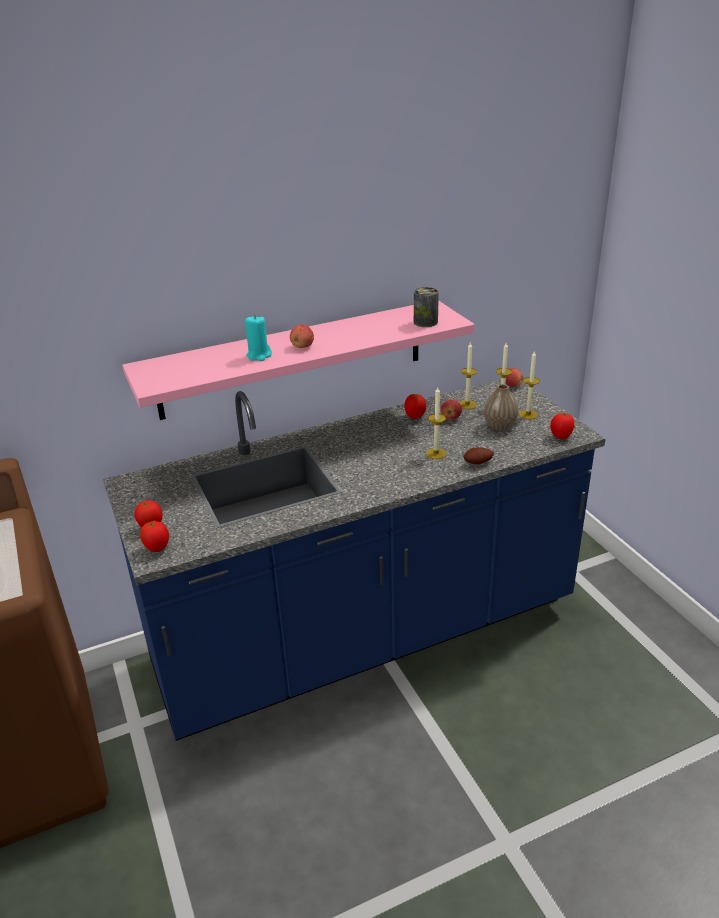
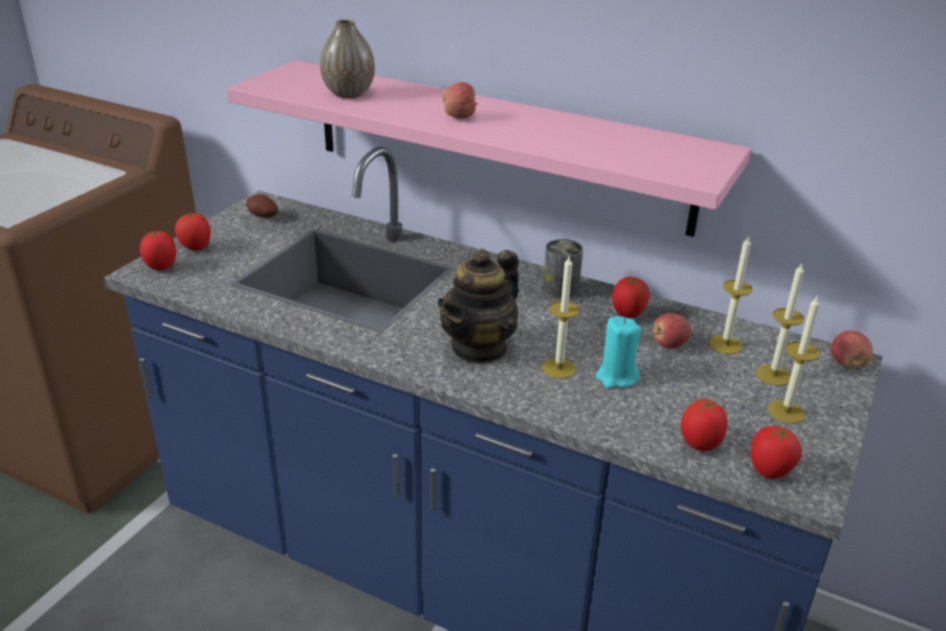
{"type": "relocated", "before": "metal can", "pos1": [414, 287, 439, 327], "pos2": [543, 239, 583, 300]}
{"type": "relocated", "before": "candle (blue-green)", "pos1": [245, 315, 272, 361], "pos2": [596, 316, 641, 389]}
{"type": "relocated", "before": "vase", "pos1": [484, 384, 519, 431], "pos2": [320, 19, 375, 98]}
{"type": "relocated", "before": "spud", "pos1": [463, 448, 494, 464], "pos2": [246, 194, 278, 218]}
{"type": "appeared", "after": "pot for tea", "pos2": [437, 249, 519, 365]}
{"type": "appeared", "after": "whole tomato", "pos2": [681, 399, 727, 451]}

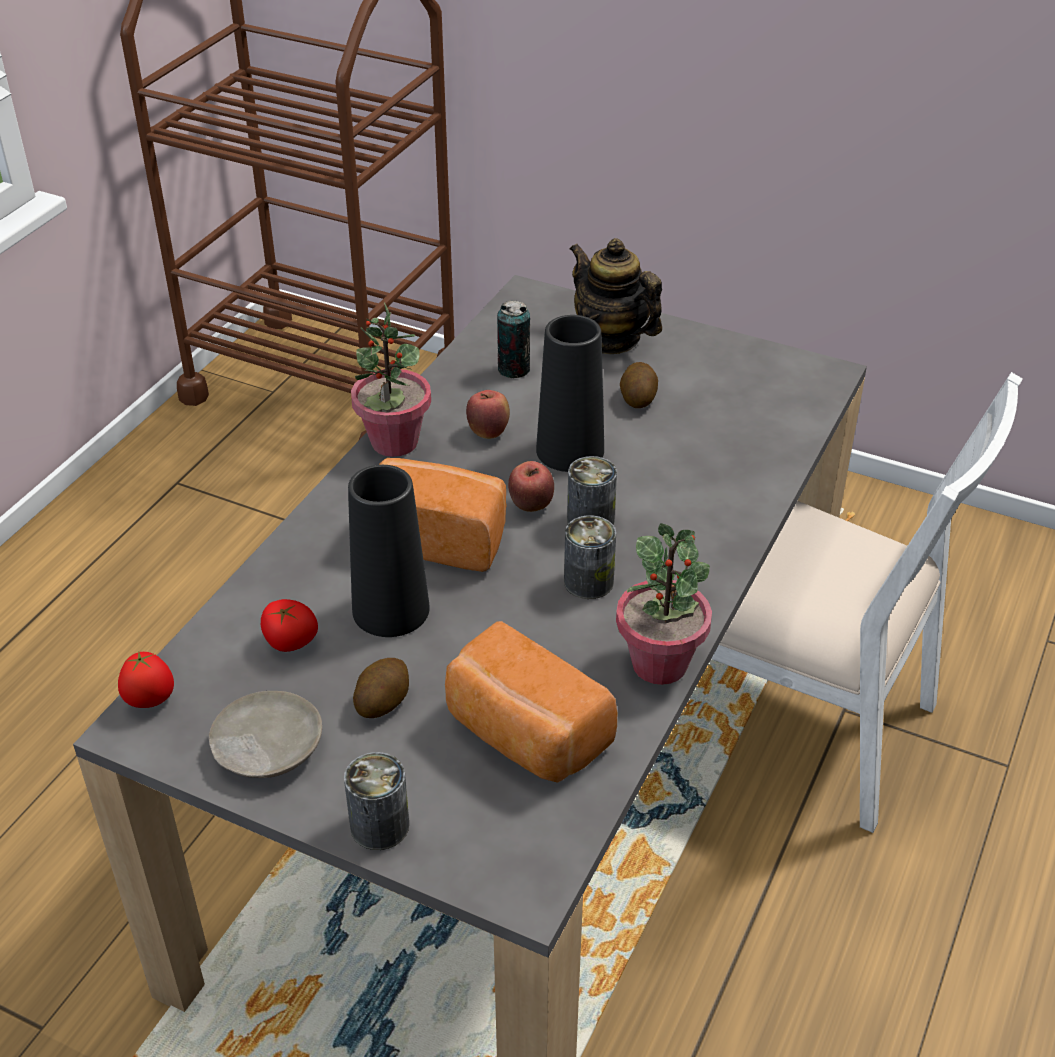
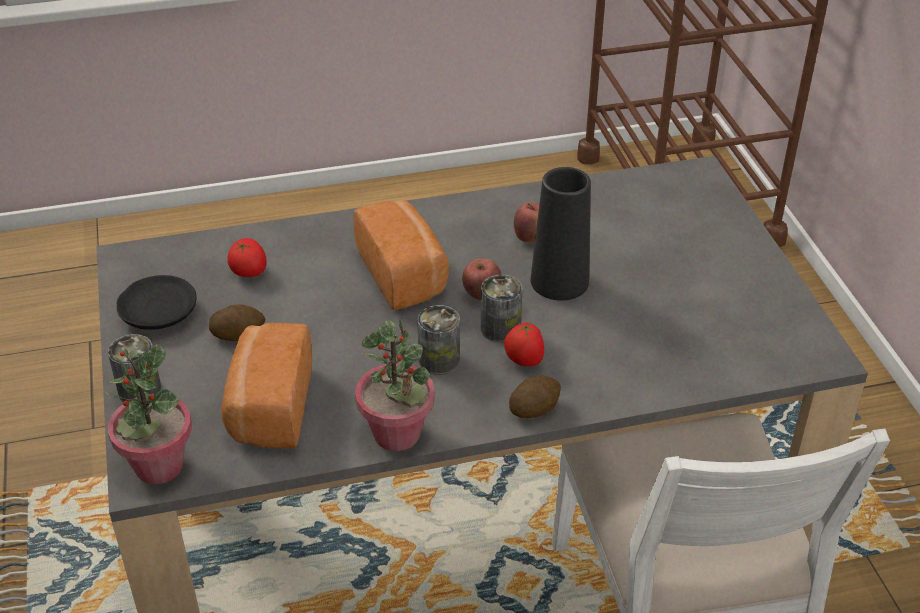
{"type": "missing", "before": "pot for tea", "pos1": [570, 238, 662, 354]}
{"type": "missing", "before": "metal can", "pos1": [497, 301, 530, 378]}
{"type": "relocated", "before": "houseplant", "pos1": [351, 303, 431, 457], "pos2": [103, 344, 192, 484]}
{"type": "relocated", "before": "spud", "pos1": [620, 362, 658, 408], "pos2": [509, 376, 561, 418]}
{"type": "missing", "before": "vase (black)", "pos1": [348, 465, 430, 637]}
{"type": "relocated", "before": "whole tomato", "pos1": [118, 651, 174, 708], "pos2": [504, 323, 544, 367]}
{"type": "colour", "before": "plate (beige)", "after": "plate (black)", "pos1": [209, 691, 322, 778], "pos2": [116, 275, 196, 330]}

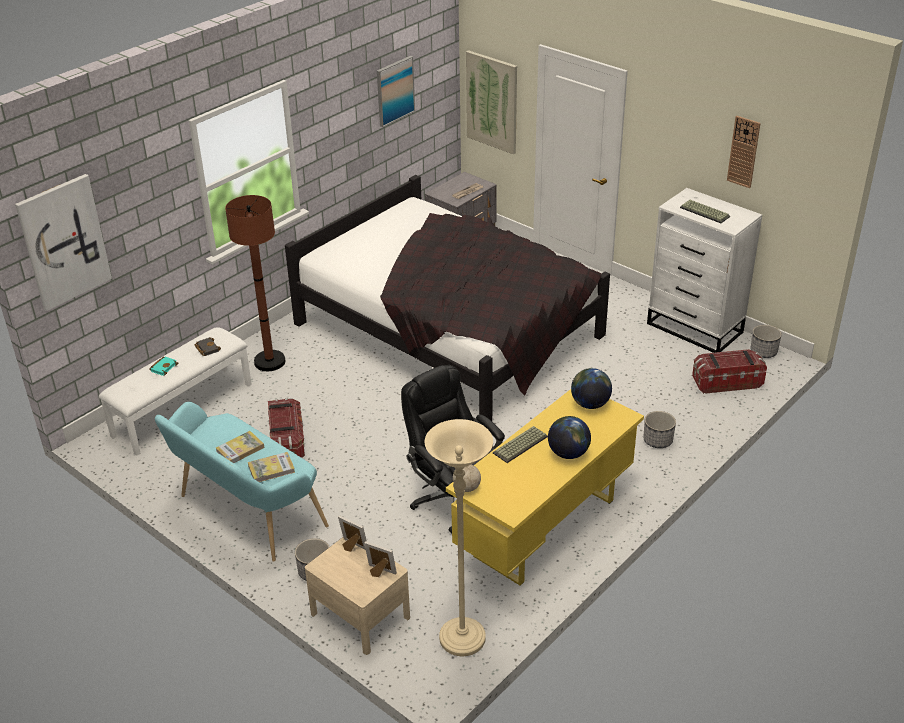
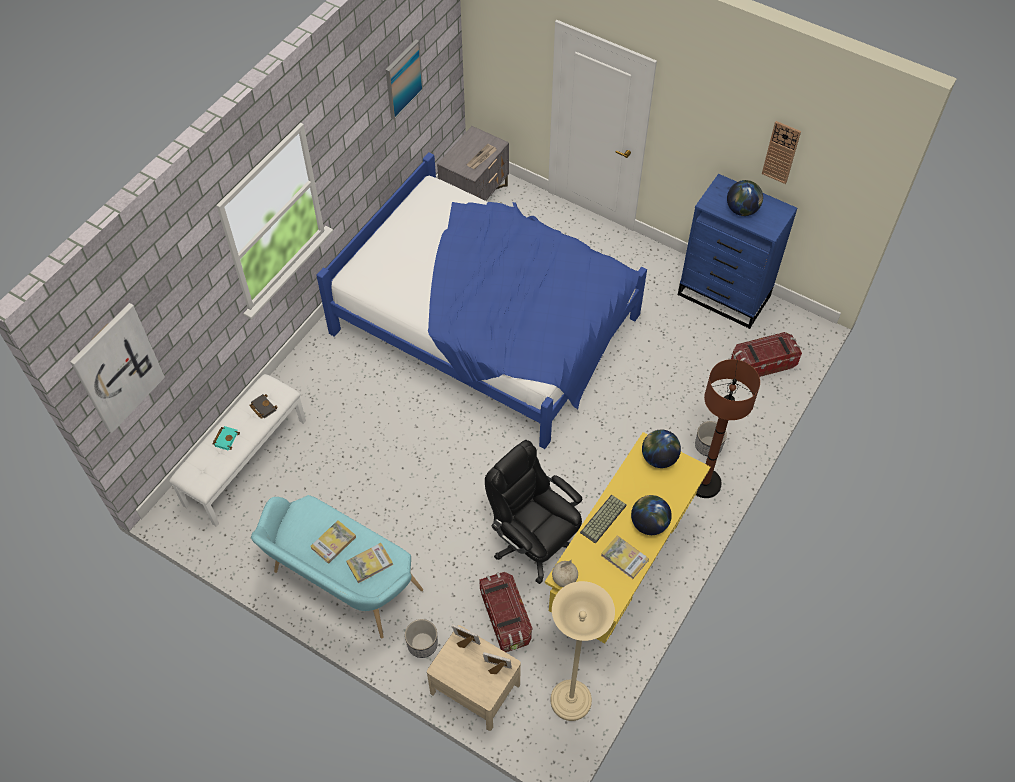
{"type": "missing", "before": "wall art", "pos1": [466, 50, 517, 154]}
{"type": "colour", "before": "bed (black)", "after": "bed (bluish)", "pos1": [285, 175, 610, 421], "pos2": [316, 152, 647, 449]}
{"type": "colour", "before": "dresser (white)", "after": "dresser (bluish)", "pos1": [647, 188, 762, 353], "pos2": [678, 174, 797, 329]}
{"type": "relocated", "before": "floor lamp (brown)", "pos1": [225, 195, 286, 371], "pos2": [696, 359, 760, 498]}
{"type": "exchanged", "before": "keyboard", "after": "world globe", "pos1": [680, 200, 730, 223], "pos2": [727, 180, 763, 216]}
{"type": "missing", "before": "plant pot", "pos1": [750, 325, 782, 358]}
{"type": "relocated", "before": "storage bin", "pos1": [268, 398, 305, 458], "pos2": [479, 572, 532, 652]}
{"type": "appeared", "after": "book", "pos2": [601, 535, 649, 579]}

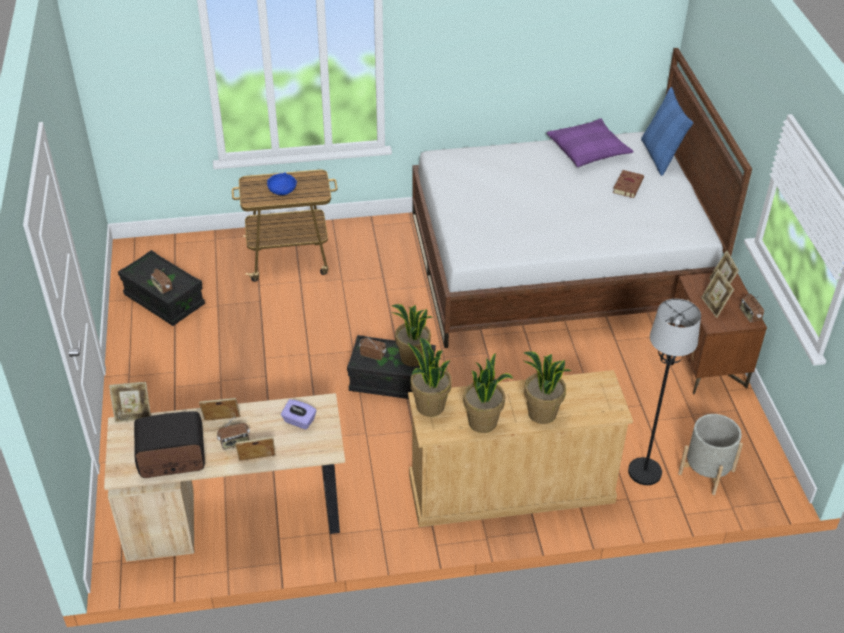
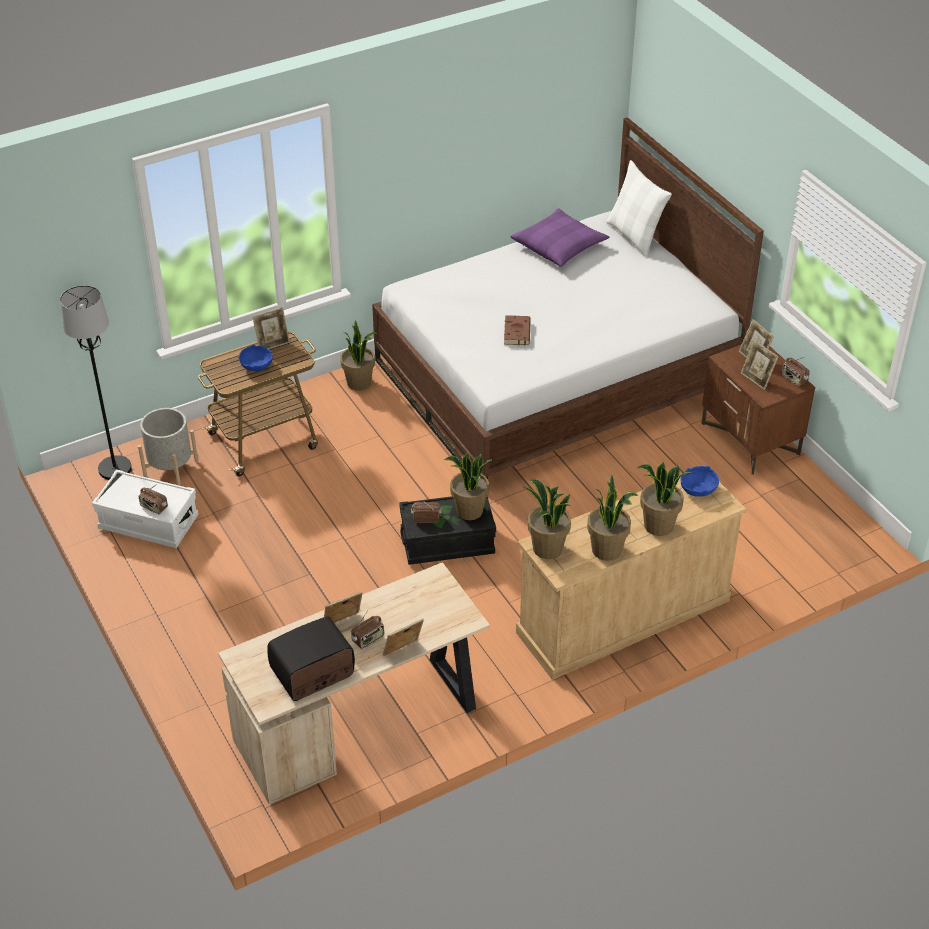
{"type": "colour", "before": "throw pillow (bluish)", "after": "throw pillow (white)", "pos1": [641, 87, 694, 176], "pos2": [607, 160, 672, 256]}
{"type": "relocated", "before": "book (brown)", "pos1": [613, 170, 644, 198], "pos2": [504, 315, 531, 345]}
{"type": "colour", "before": "storage bin (black)", "after": "storage bin (white)", "pos1": [118, 250, 205, 326], "pos2": [92, 469, 198, 548]}
{"type": "relocated", "before": "floor lamp (black)", "pos1": [628, 299, 701, 485], "pos2": [60, 285, 132, 480]}
{"type": "relocated", "before": "photo frame", "pos1": [109, 382, 151, 423], "pos2": [252, 307, 290, 349]}
{"type": "missing", "before": "box of tissues (purple-coloured)", "pos1": [281, 399, 316, 430]}
{"type": "relocated", "before": "plant pot (gray)", "pos1": [678, 414, 743, 495], "pos2": [138, 408, 198, 486]}
{"type": "appeared", "after": "houseplant", "pos2": [340, 320, 377, 390]}
{"type": "appeared", "after": "serving bowl (bluish)", "pos2": [680, 466, 719, 497]}

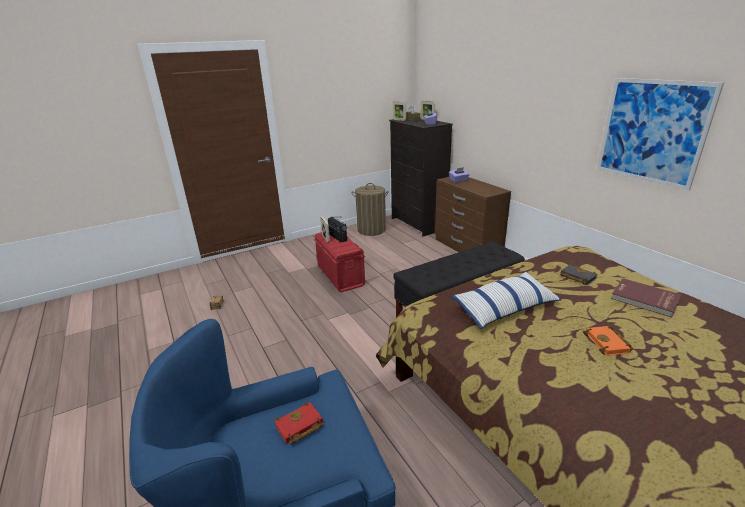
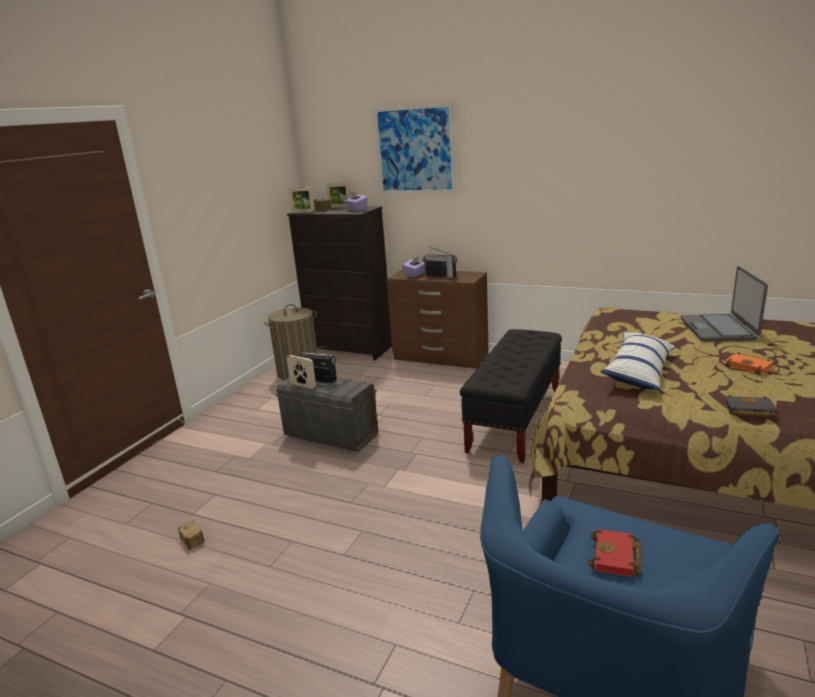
{"type": "relocated", "before": "wall art", "pos1": [597, 78, 724, 190], "pos2": [374, 103, 456, 194]}
{"type": "colour", "before": "storage bin (red-coloured)", "after": "storage bin (gray)", "pos1": [314, 232, 365, 292], "pos2": [275, 377, 378, 452]}
{"type": "relocated", "before": "book (black)", "pos1": [560, 264, 598, 285], "pos2": [724, 395, 777, 418]}
{"type": "exchanged", "before": "book (red-coloured)", "after": "laptop", "pos1": [611, 278, 681, 318], "pos2": [680, 266, 768, 341]}
{"type": "appeared", "after": "radio", "pos2": [422, 246, 457, 279]}

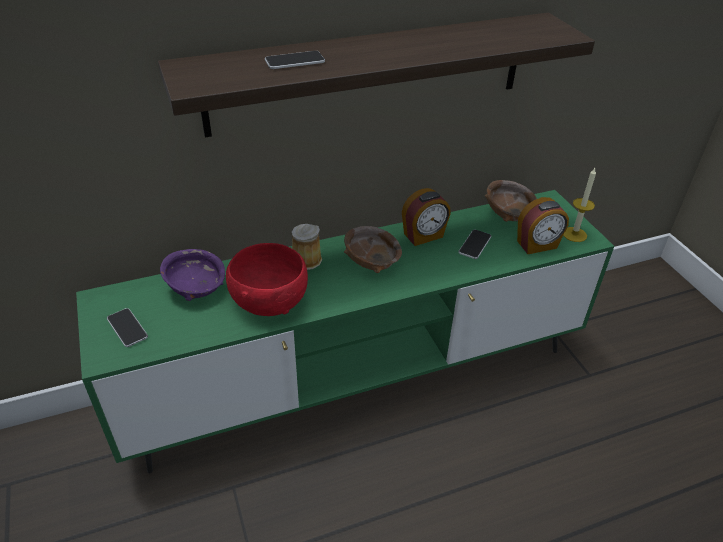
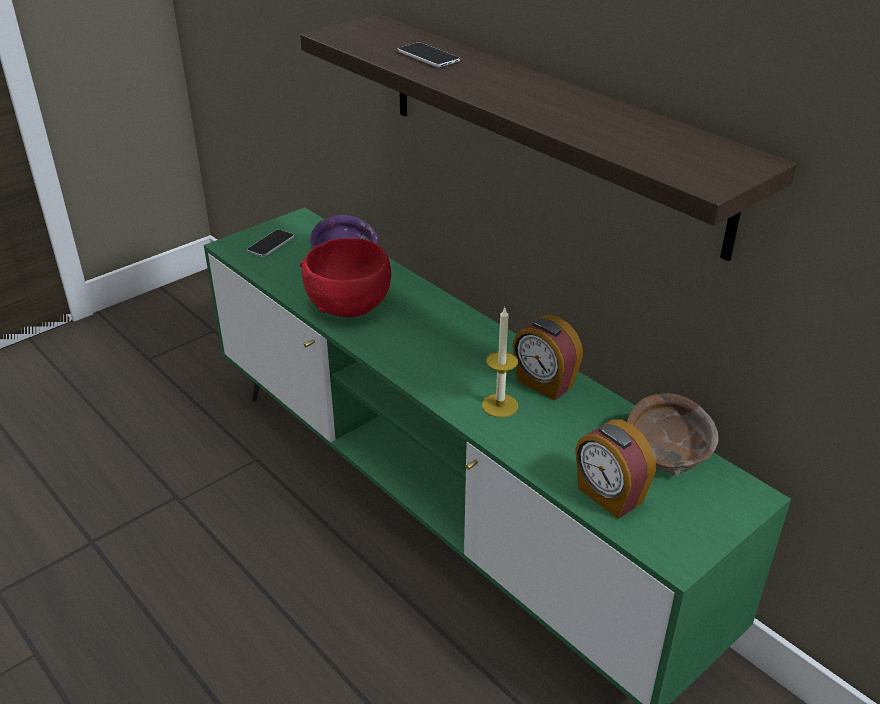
{"type": "relocated", "before": "candle", "pos1": [563, 168, 596, 242], "pos2": [482, 306, 518, 417]}
{"type": "missing", "before": "coffee mug", "pos1": [292, 224, 322, 270]}
{"type": "missing", "before": "serving bowl (brown)", "pos1": [344, 226, 402, 273]}
{"type": "missing", "before": "telephone", "pos1": [458, 230, 491, 259]}

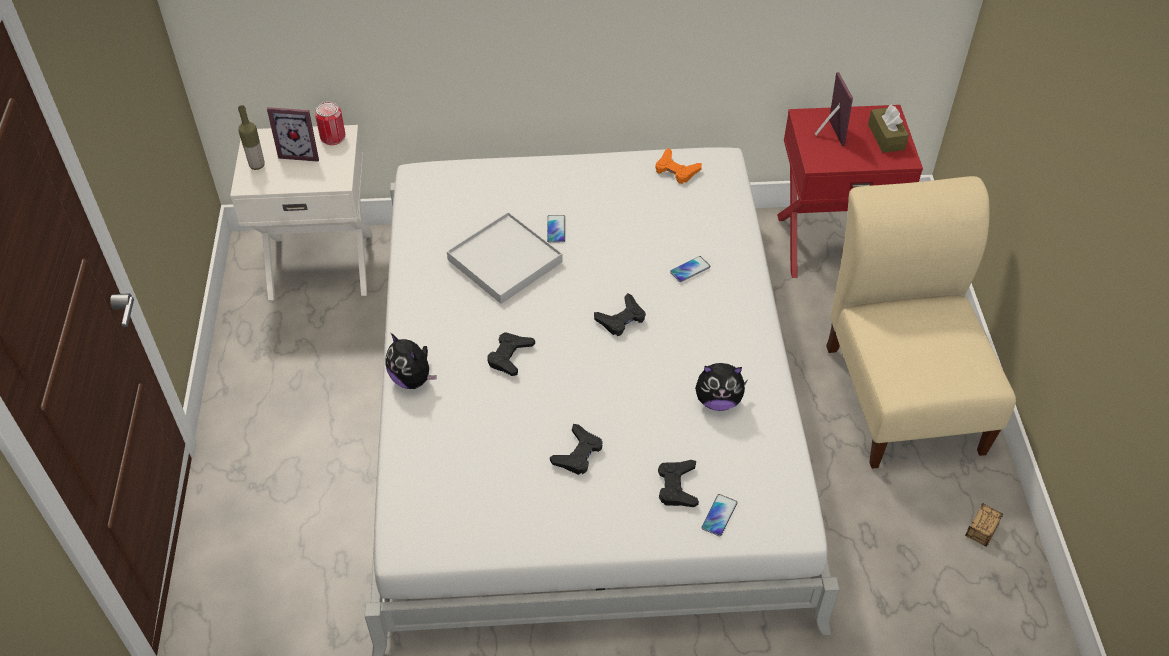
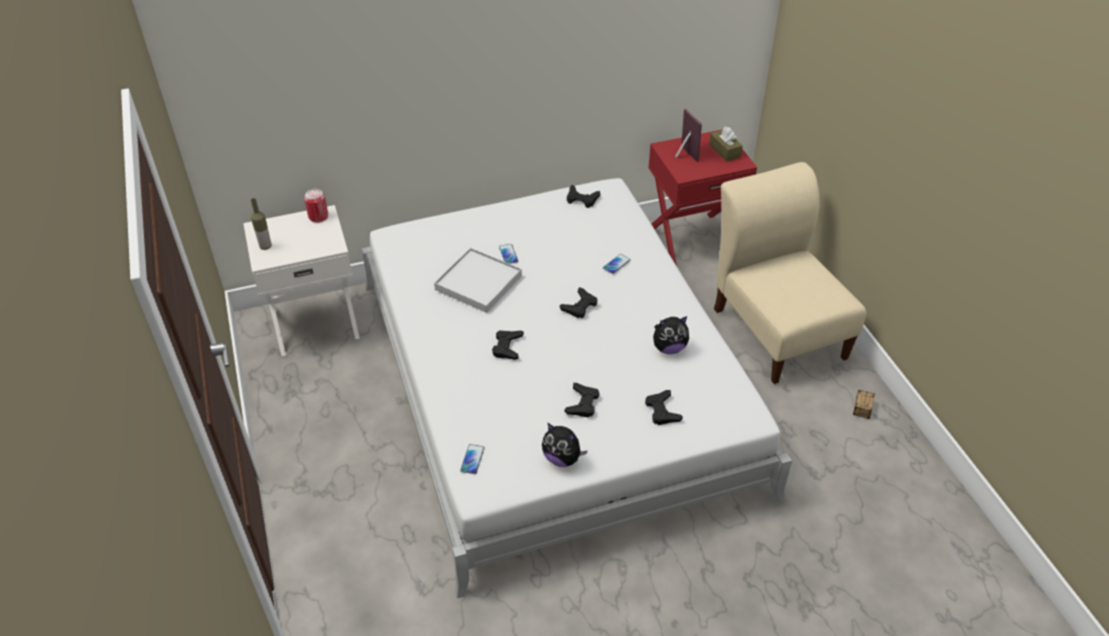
{"type": "missing", "before": "photo frame", "pos1": [267, 107, 319, 162]}
{"type": "colour", "before": "joypad (orange-coloured)", "after": "joypad (black)", "pos1": [655, 148, 702, 184], "pos2": [567, 185, 600, 208]}
{"type": "relocated", "before": "cuddly toy", "pos1": [386, 333, 437, 389], "pos2": [542, 423, 588, 467]}
{"type": "relocated", "before": "telephone", "pos1": [701, 494, 737, 537], "pos2": [460, 444, 485, 474]}

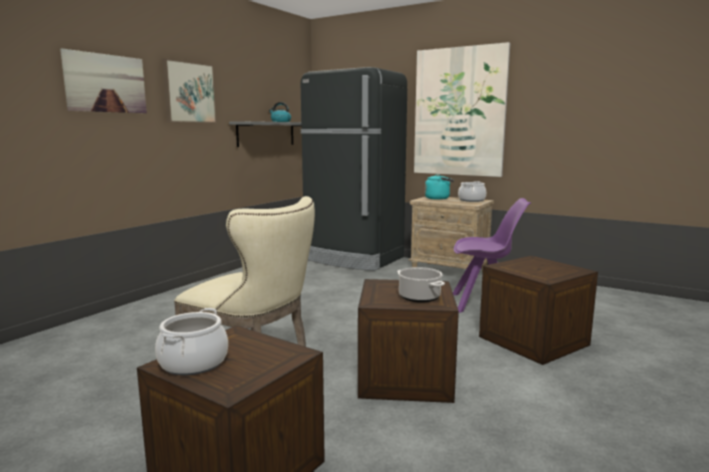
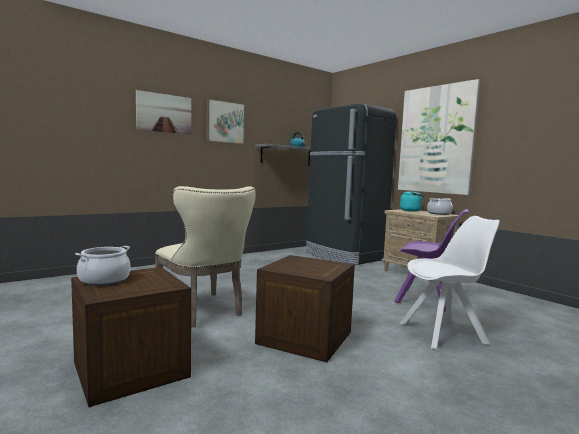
{"type": "exchanged", "before": "shipping crate", "after": "plain chair (white)", "pos1": [479, 255, 598, 365], "pos2": [399, 216, 500, 349]}
{"type": "missing", "before": "stockpot", "pos1": [397, 267, 445, 303]}

